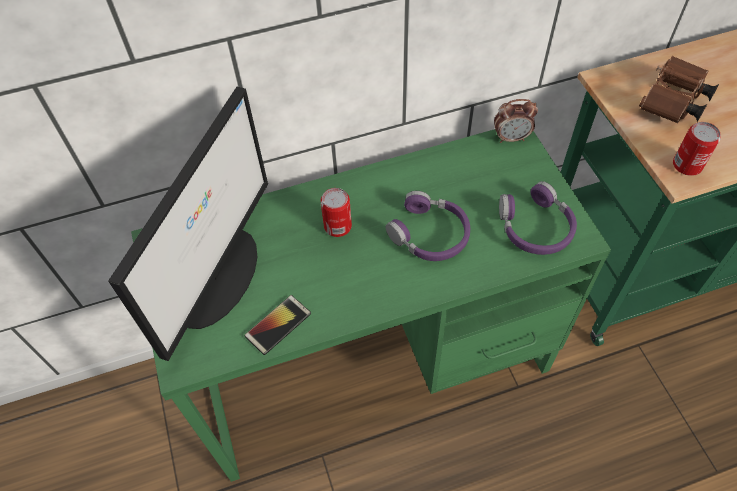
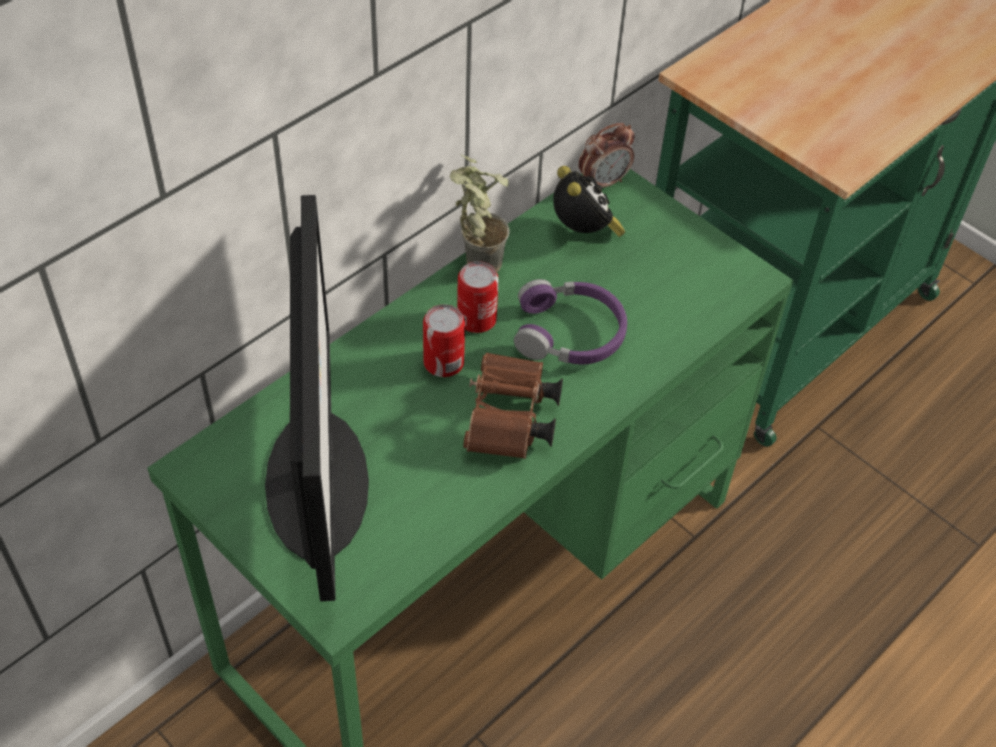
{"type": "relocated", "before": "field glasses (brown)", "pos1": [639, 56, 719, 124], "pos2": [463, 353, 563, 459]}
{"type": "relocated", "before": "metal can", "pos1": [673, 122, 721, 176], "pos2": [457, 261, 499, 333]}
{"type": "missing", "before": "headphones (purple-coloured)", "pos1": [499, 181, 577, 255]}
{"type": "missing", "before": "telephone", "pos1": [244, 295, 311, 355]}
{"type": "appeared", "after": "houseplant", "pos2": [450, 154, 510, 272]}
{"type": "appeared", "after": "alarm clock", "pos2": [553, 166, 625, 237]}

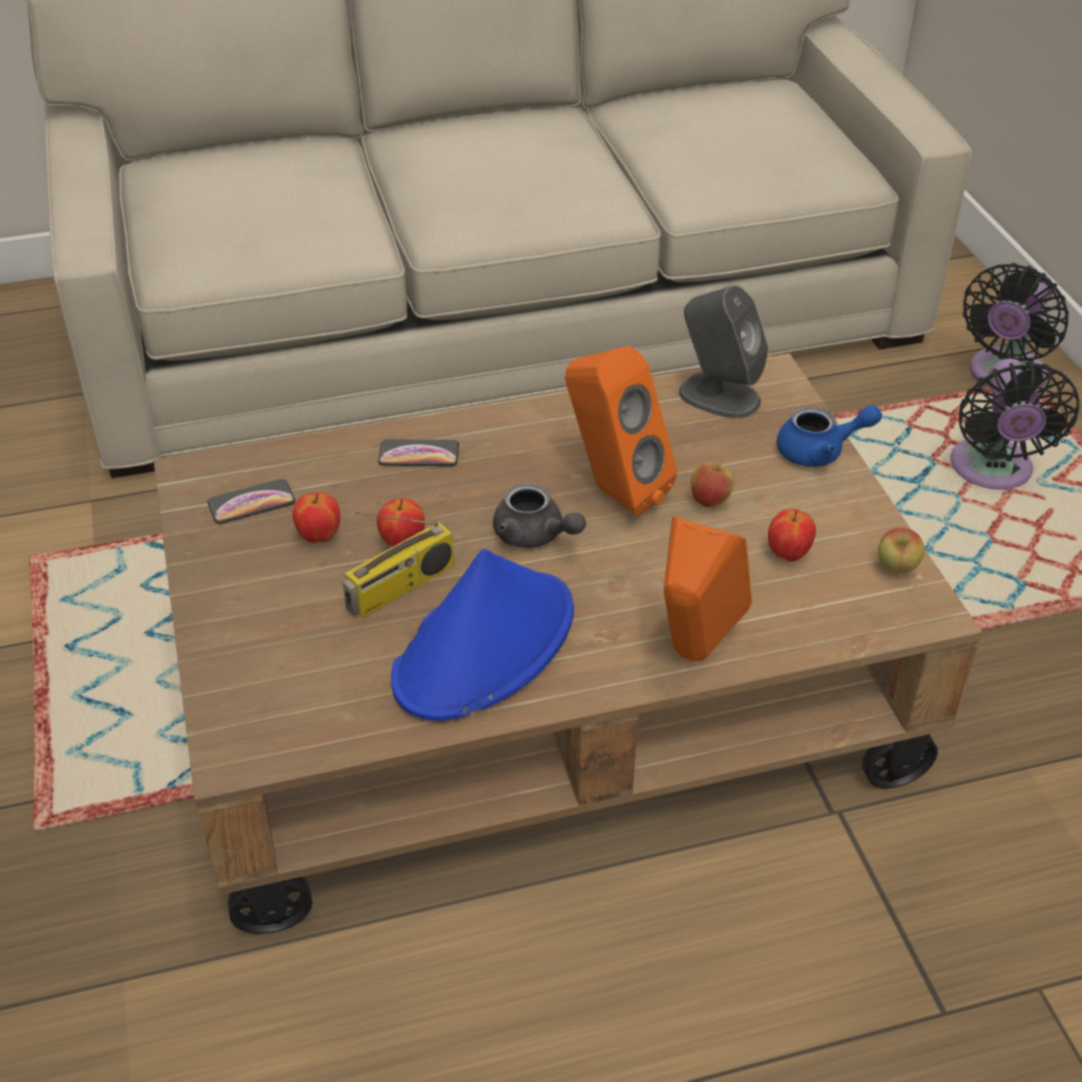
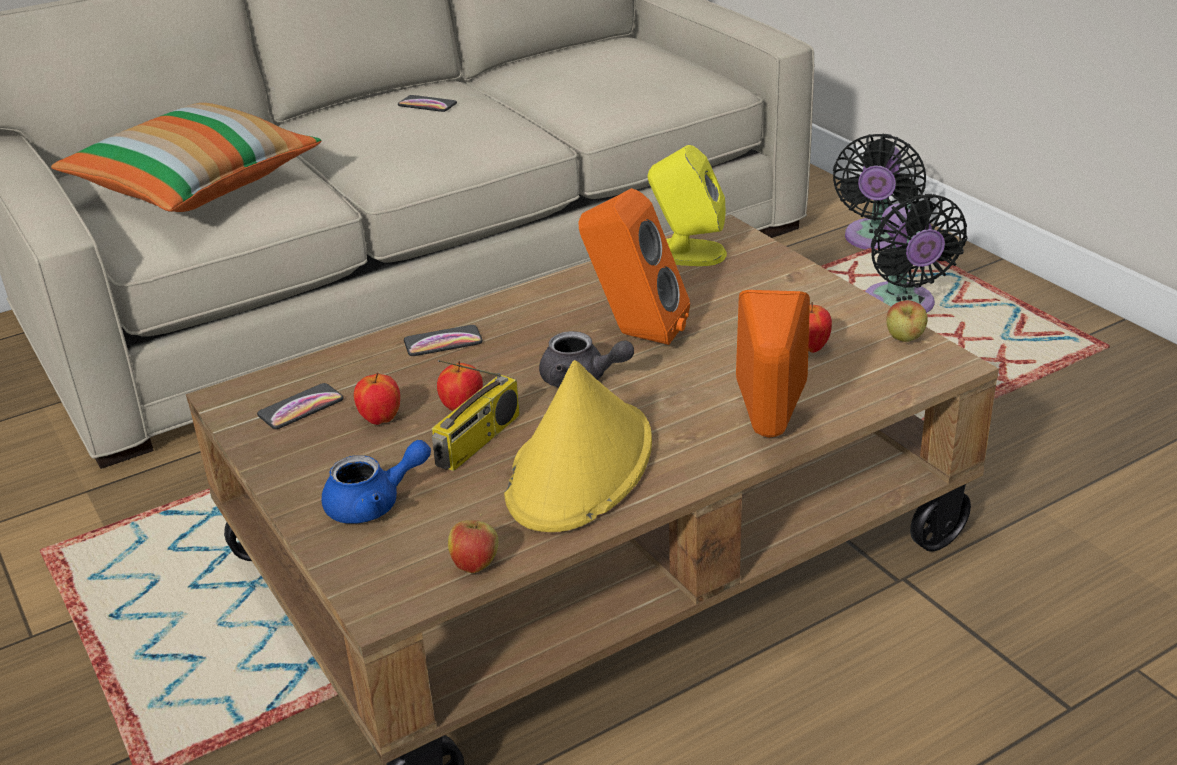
{"type": "colour", "before": "loudspeaker (gray)", "after": "loudspeaker (yellow)", "pos1": [679, 286, 768, 419], "pos2": [648, 145, 727, 266]}
{"type": "relocated", "before": "pot for tea (bluish)", "pos1": [777, 405, 882, 467], "pos2": [322, 440, 431, 524]}
{"type": "relocated", "before": "whole apple", "pos1": [691, 459, 734, 508], "pos2": [448, 513, 498, 573]}
{"type": "colour", "before": "clothing hat (bluish)", "after": "clothing hat (yellow)", "pos1": [391, 549, 574, 721], "pos2": [504, 360, 652, 532]}
{"type": "appeared", "after": "telephone", "pos2": [398, 95, 457, 112]}
{"type": "appeared", "after": "throw pillow", "pos2": [51, 103, 322, 212]}

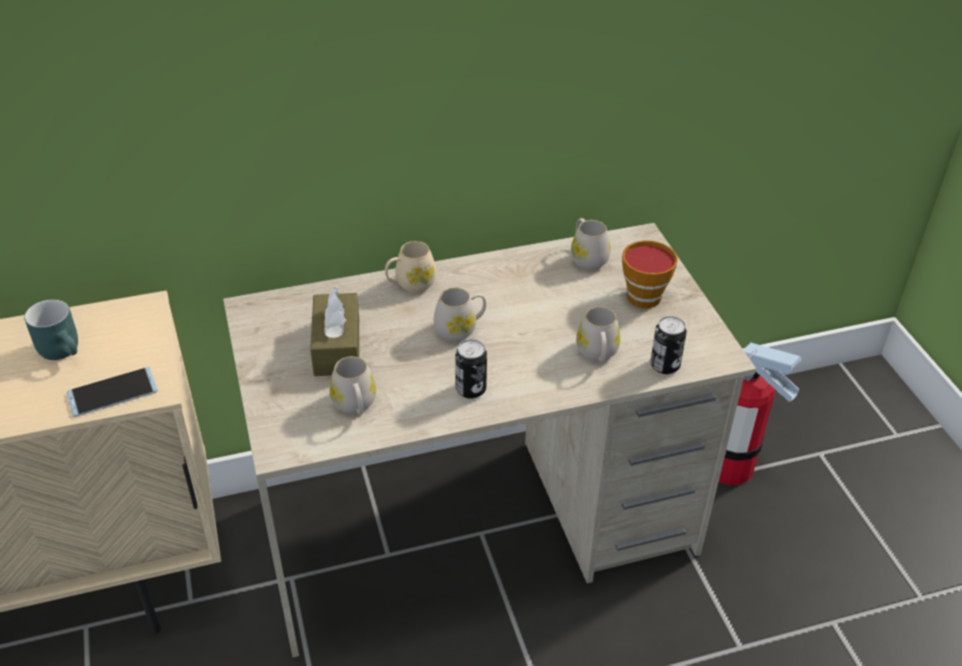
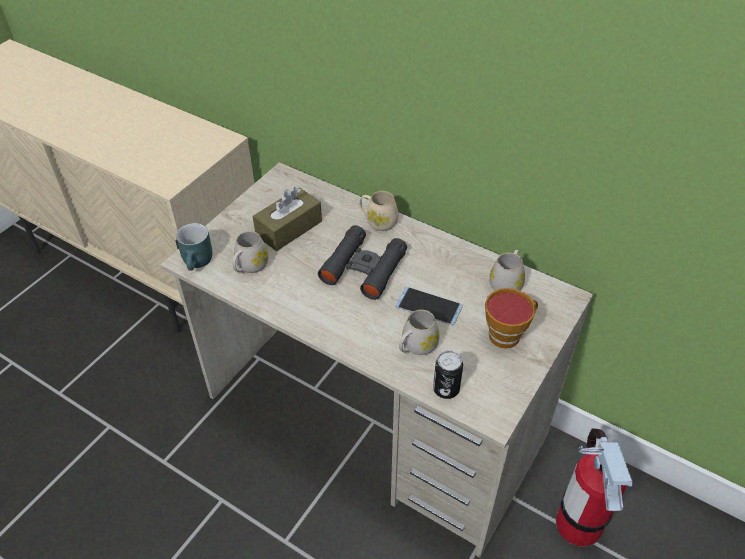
{"type": "exchanged", "before": "coffee mug (white)", "after": "field glasses (black)", "pos1": [434, 288, 486, 341], "pos2": [318, 225, 407, 300]}
{"type": "relocated", "before": "coffee mug (blue-green)", "pos1": [24, 299, 78, 360], "pos2": [176, 223, 212, 271]}
{"type": "missing", "before": "metal can", "pos1": [455, 339, 487, 399]}
{"type": "relocated", "before": "telephone", "pos1": [67, 367, 158, 417], "pos2": [395, 287, 463, 325]}

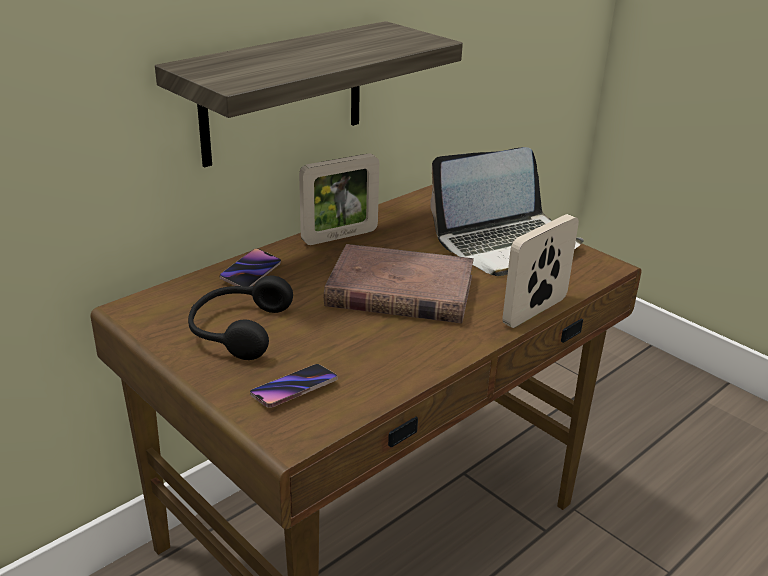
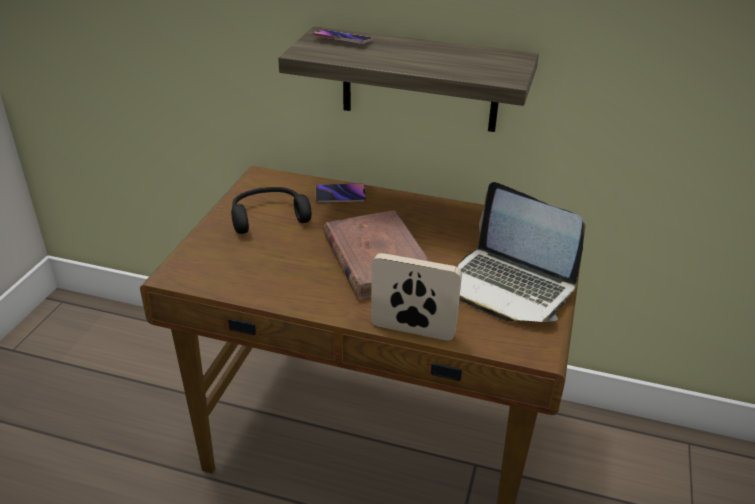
{"type": "missing", "before": "photo frame", "pos1": [299, 153, 379, 245]}
{"type": "relocated", "before": "telephone", "pos1": [250, 364, 338, 408], "pos2": [313, 30, 373, 44]}

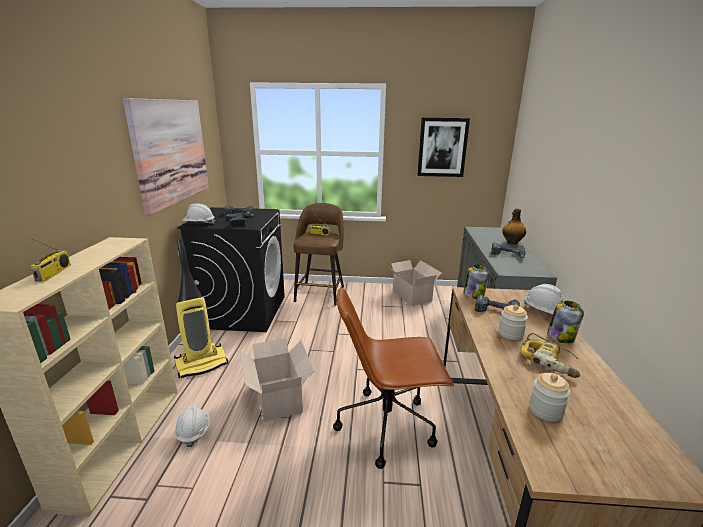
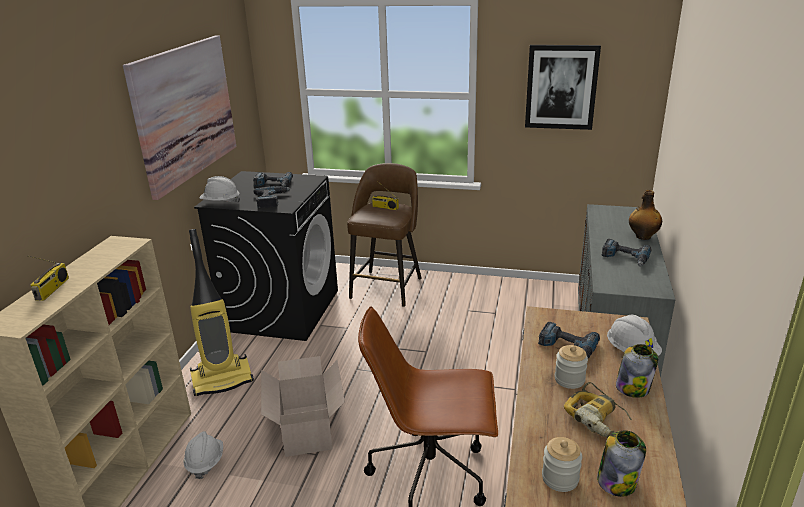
{"type": "missing", "before": "cardboard box", "pos1": [387, 260, 442, 306]}
{"type": "relocated", "before": "jar", "pos1": [463, 265, 489, 299], "pos2": [597, 430, 646, 497]}

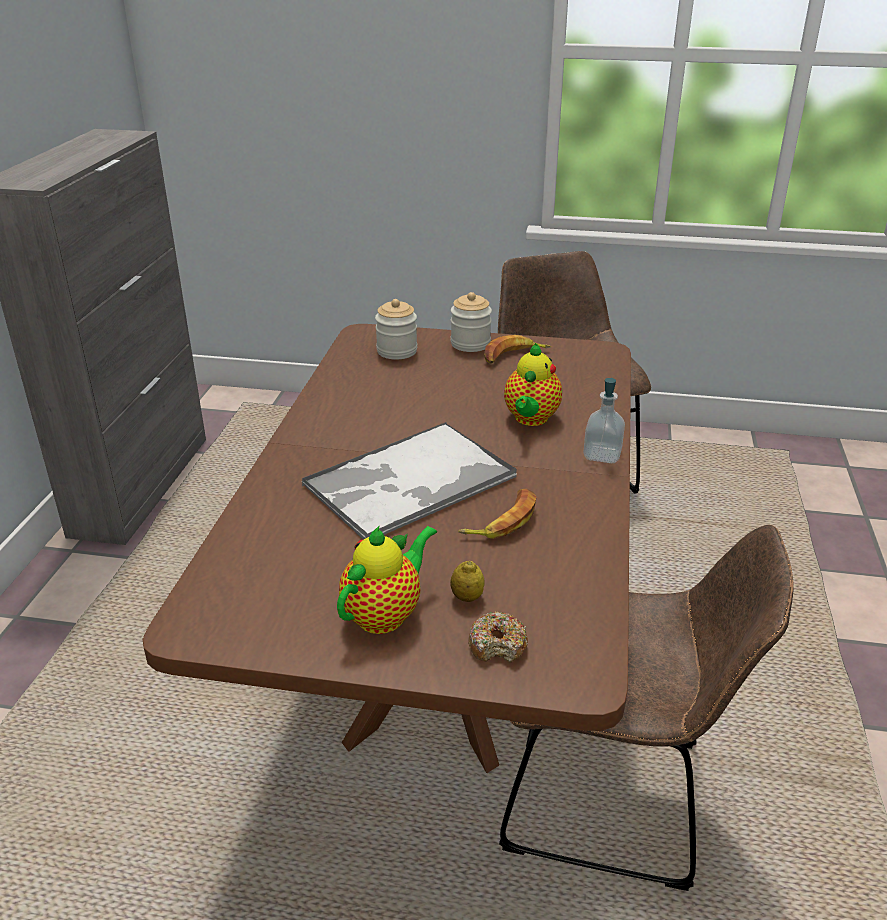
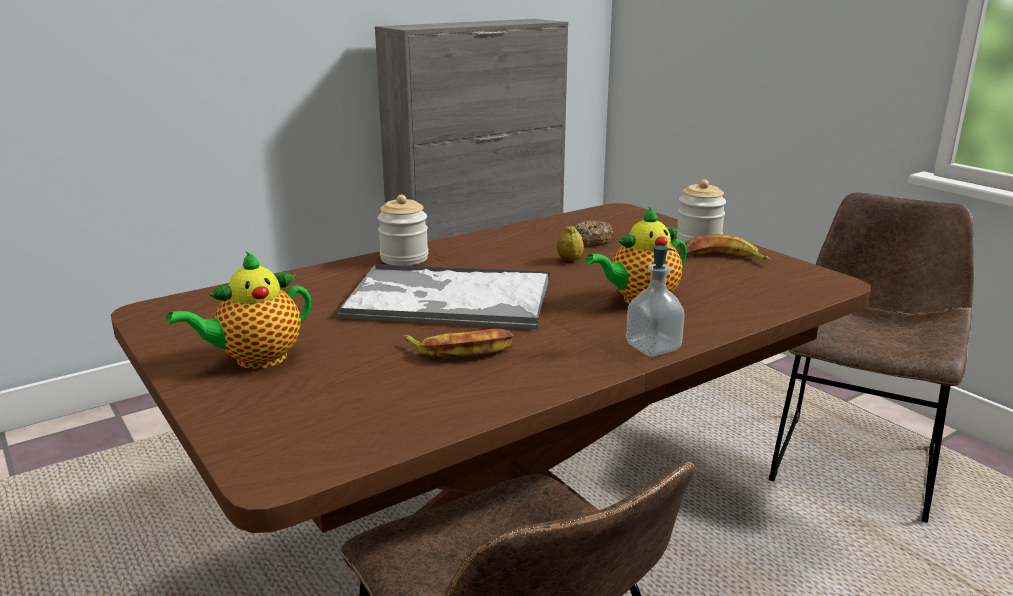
{"type": "relocated", "before": "jar", "pos1": [375, 299, 417, 360], "pos2": [378, 194, 428, 266]}
{"type": "spun", "before": "pot for tea", "pos1": [337, 525, 437, 634], "pos2": [166, 251, 311, 369], "turn": 150}
{"type": "relocated", "before": "whole lemon", "pos1": [450, 561, 484, 602], "pos2": [557, 225, 584, 261]}
{"type": "relocated", "before": "ring doughnut", "pos1": [468, 611, 528, 662], "pos2": [575, 220, 614, 246]}

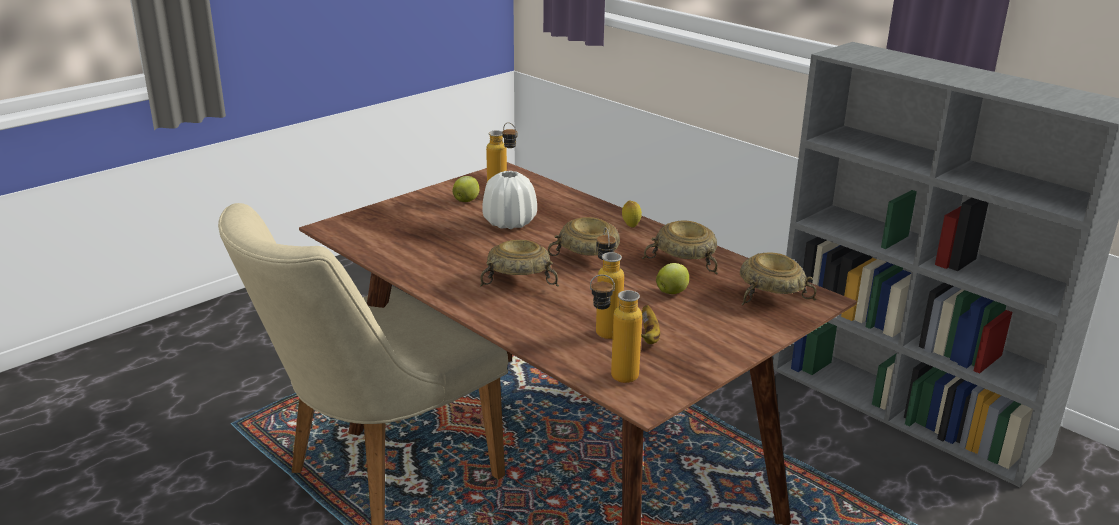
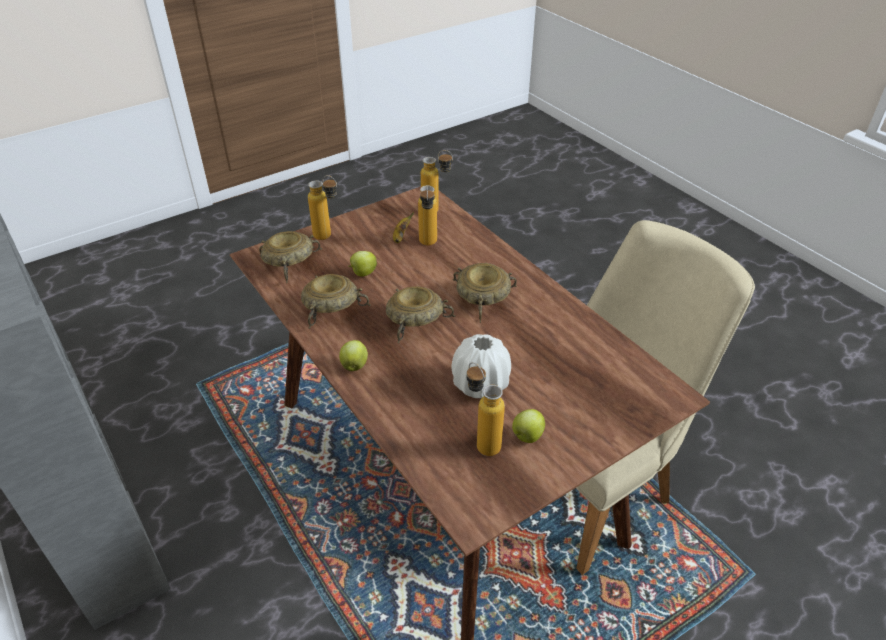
{"type": "exchanged", "before": "whole lemon", "after": "whole apple", "pos1": [622, 200, 642, 227], "pos2": [339, 340, 368, 371]}
{"type": "appeared", "after": "drink bottle", "pos2": [308, 175, 337, 240]}

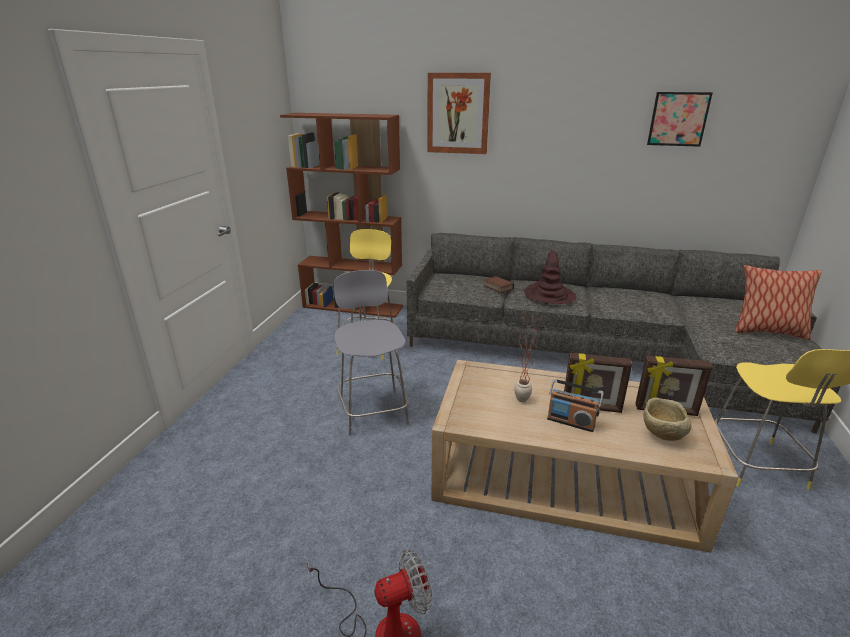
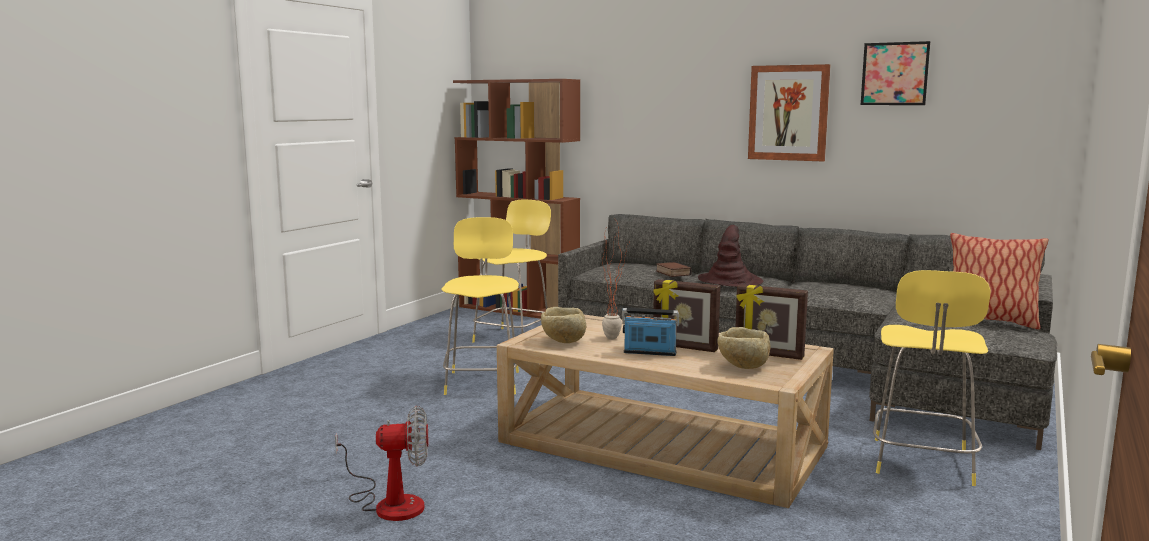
{"type": "relocated", "before": "wall art", "pos1": [427, 73, 491, 154], "pos2": [748, 64, 831, 162]}
{"type": "colour", "before": "sitting stool (gray)", "after": "sitting stool (yellow)", "pos1": [334, 270, 409, 435], "pos2": [441, 217, 519, 395]}
{"type": "spun", "before": "radio", "pos1": [547, 379, 604, 432], "pos2": [622, 308, 679, 356], "turn": 150}
{"type": "appeared", "after": "serving bowl (beige)", "pos2": [541, 307, 586, 343]}

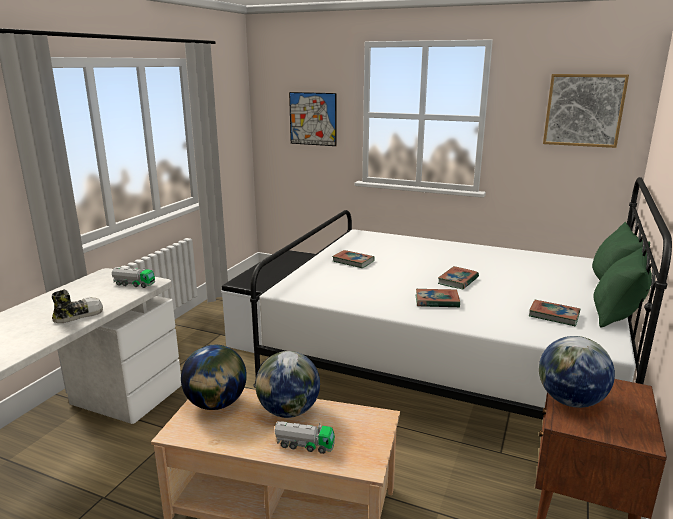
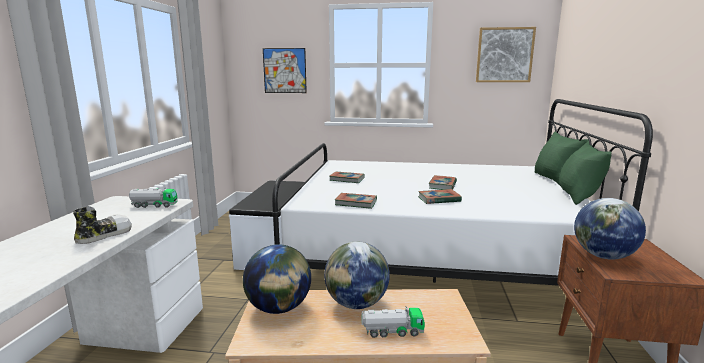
{"type": "relocated", "before": "book", "pos1": [529, 300, 580, 326], "pos2": [335, 193, 377, 209]}

